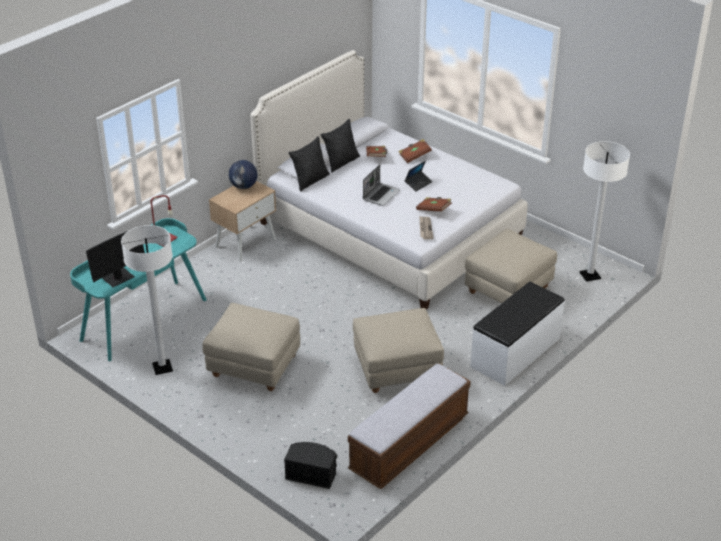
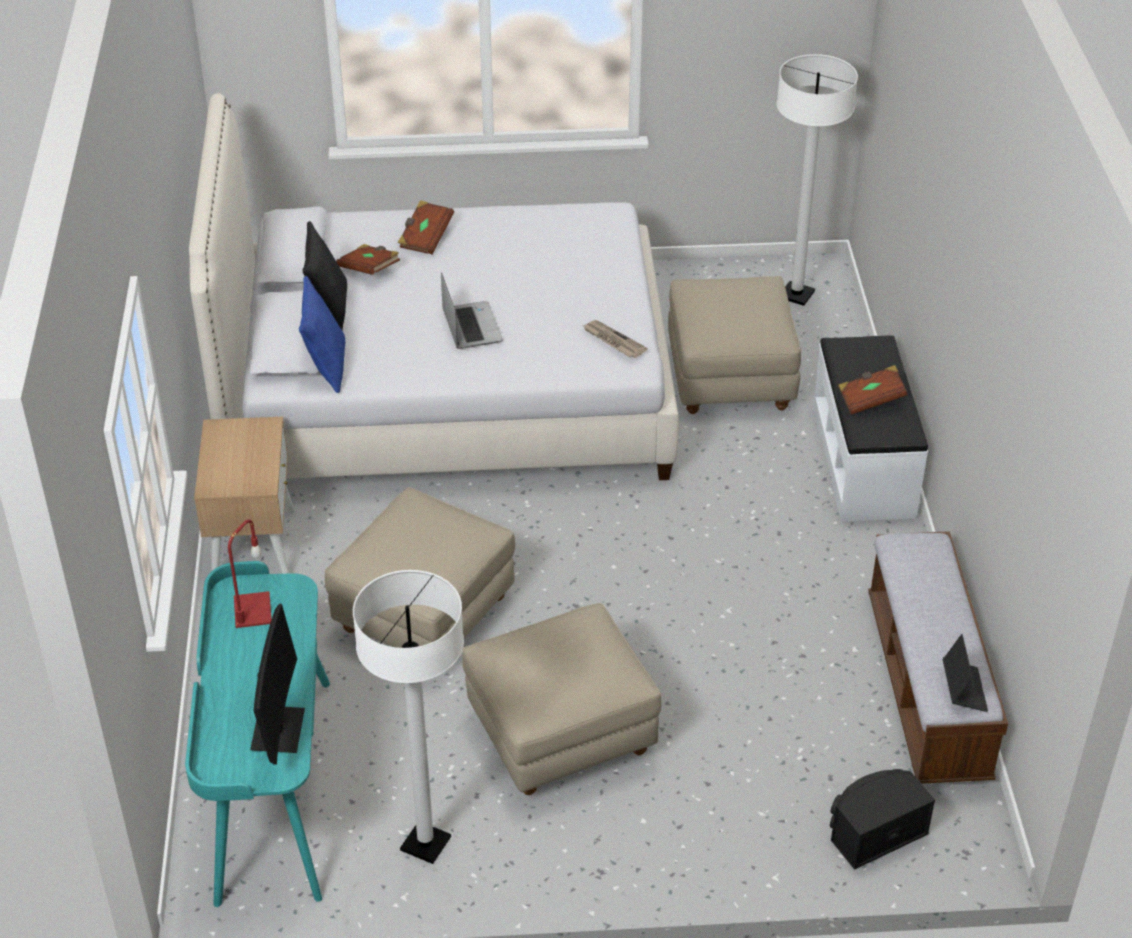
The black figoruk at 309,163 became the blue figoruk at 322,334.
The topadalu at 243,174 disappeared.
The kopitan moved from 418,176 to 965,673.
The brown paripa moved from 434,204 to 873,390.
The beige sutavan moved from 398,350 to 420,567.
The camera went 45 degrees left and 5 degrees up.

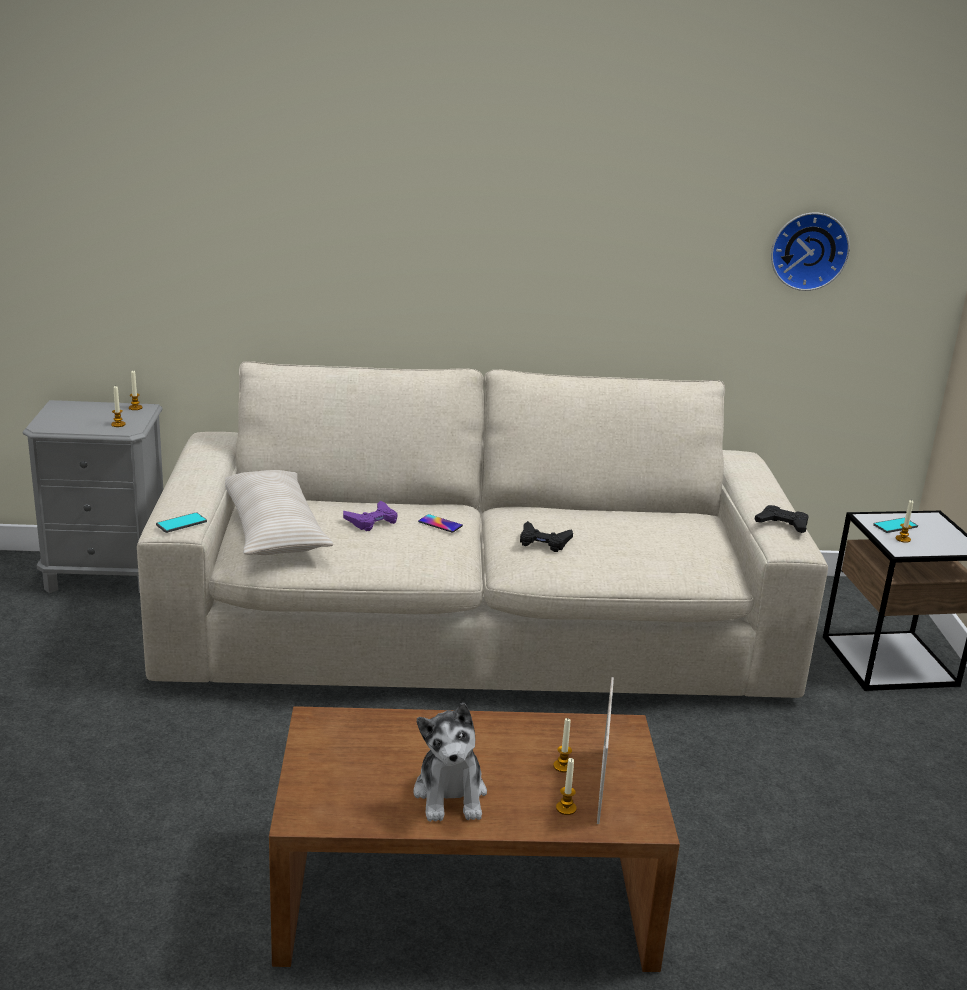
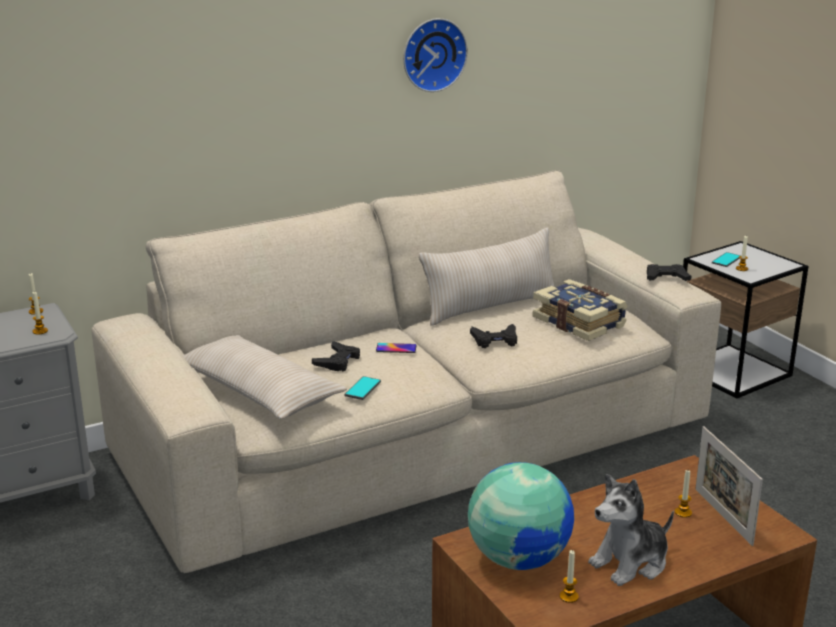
The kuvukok moved from 810,251 to 435,55.
The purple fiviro at 370,516 became the black fiviro at 336,356.
The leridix moved from 181,522 to 363,388.
The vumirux at 450,762 turned 90 degrees clockwise.
The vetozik moved from 566,786 to 569,576.
The beige figoruk at 487,277 appeared.
The paripa at 580,310 appeared.
The topadalu at 521,516 appeared.
The camera went 25 degrees left and 0 degrees up.

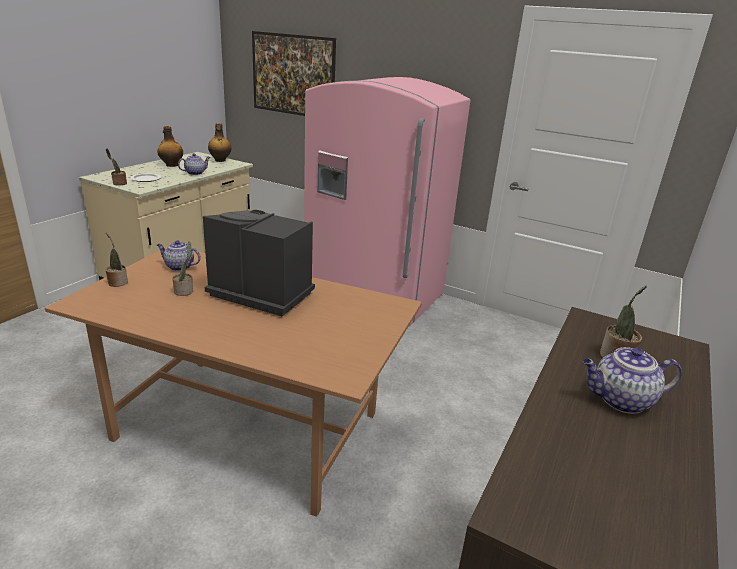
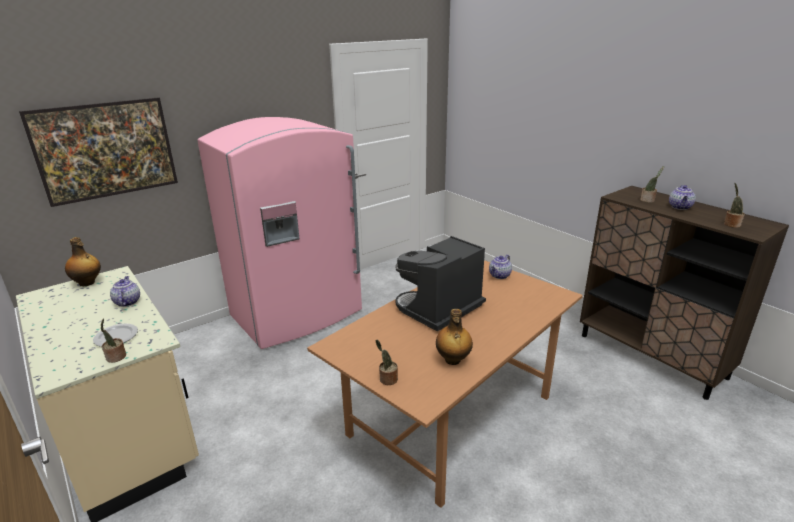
The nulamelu moved from 170,146 to 454,337.
The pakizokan moved from 179,255 to 500,267.
The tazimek moved from 182,268 to 734,205.
The camera went 65 degrees left and 0 degrees up.

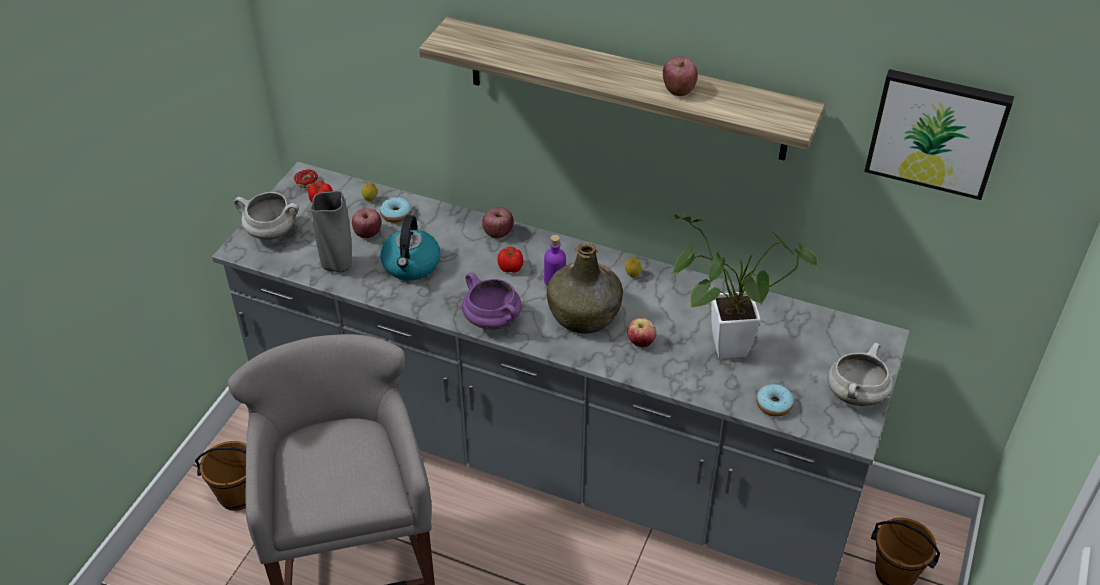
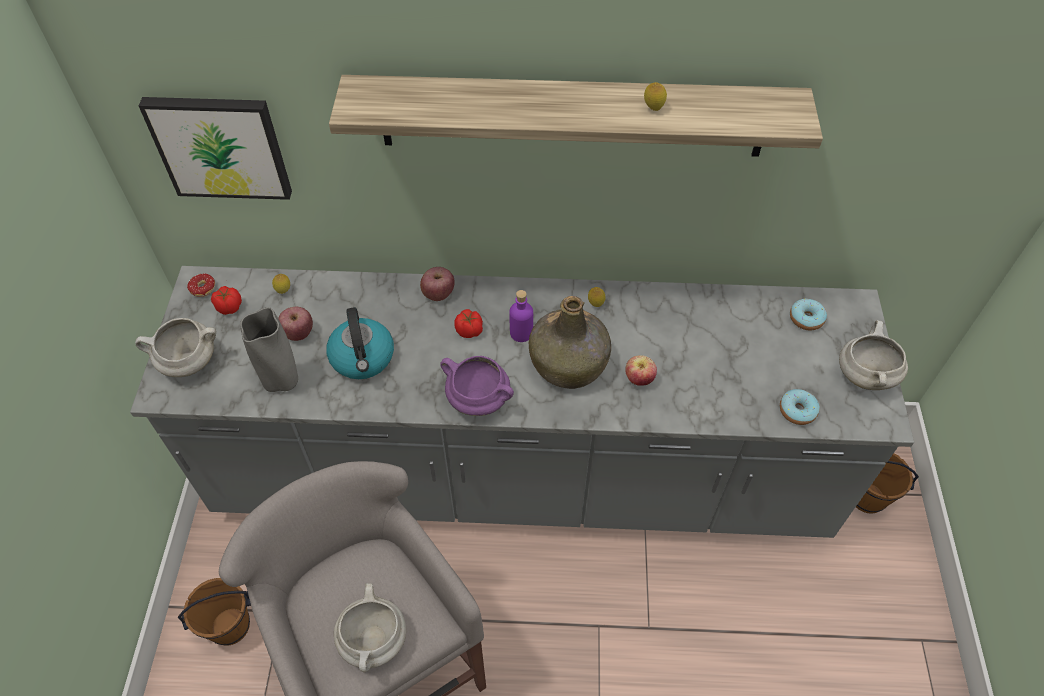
The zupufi at 680,76 was replaced by the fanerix at 655,96.
The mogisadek moved from 939,134 to 215,148.
The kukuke moved from 396,210 to 808,314.
The tazimek at 744,286 disappeared.
The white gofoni at 370,627 appeared.
The camera went 20 degrees left and 10 degrees up.

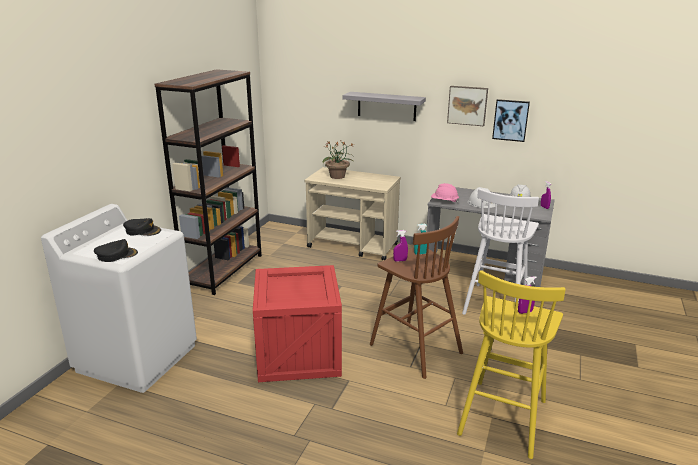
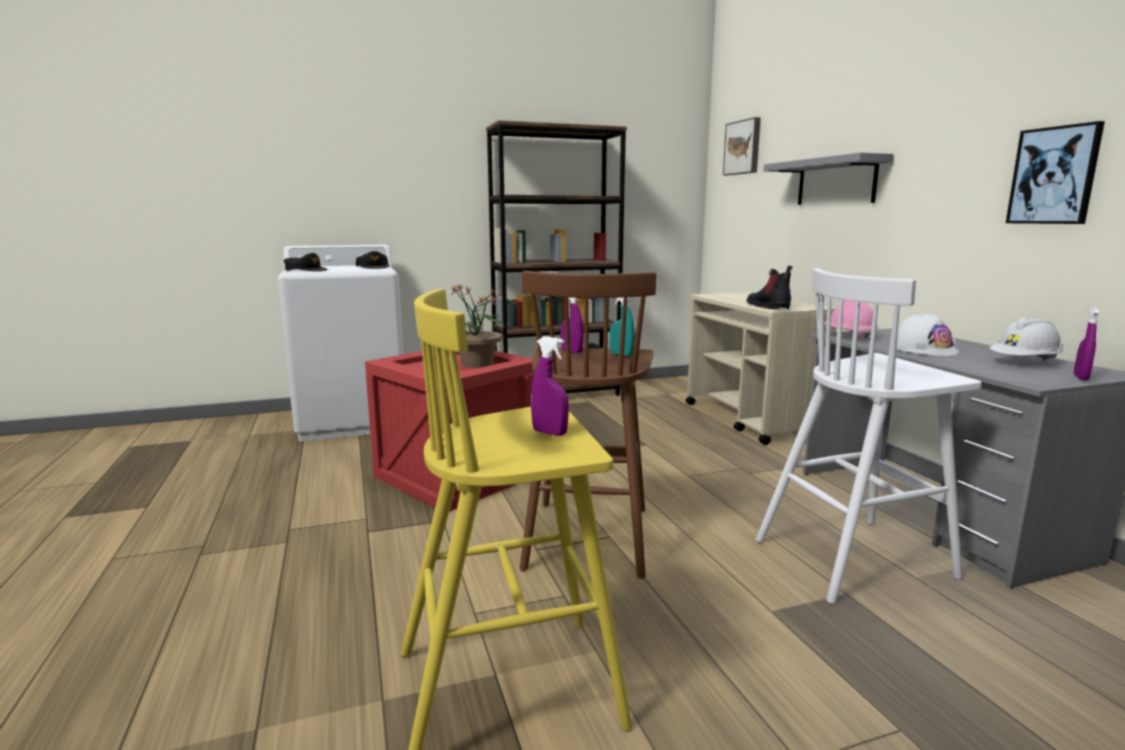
The mogisadek moved from 467,106 to 742,146.
The tazimek moved from 338,159 to 477,326.
The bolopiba at 769,287 appeared.
The camera went 50 degrees right and 10 degrees down.

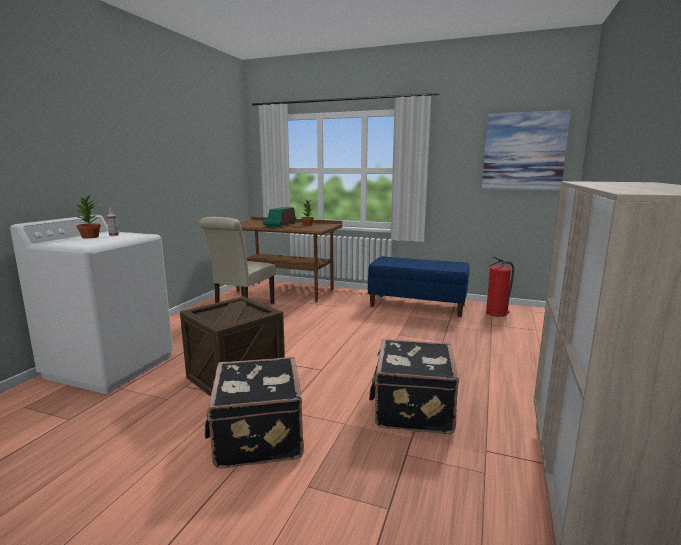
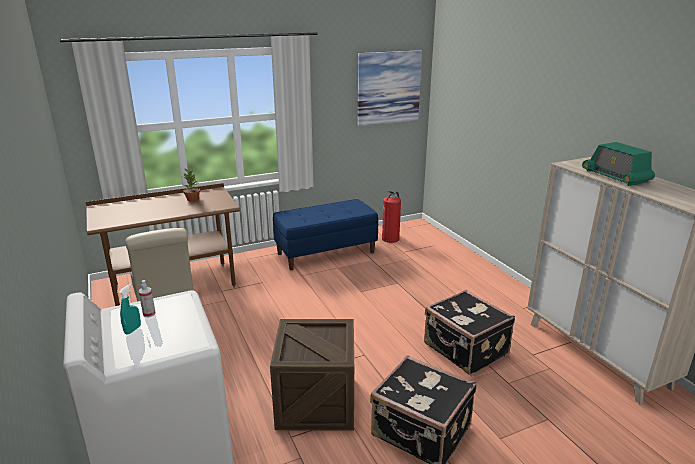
The tazimek at 88,216 was replaced by the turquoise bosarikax at 130,309.
The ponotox moved from 280,217 to 618,164.
The camera went 45 degrees left and 10 degrees up.

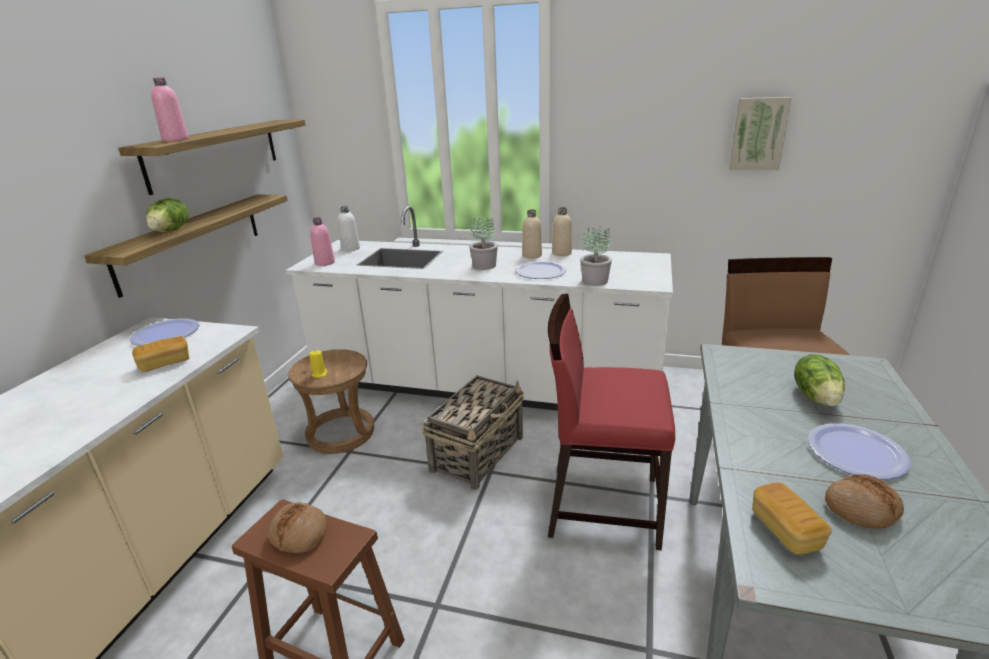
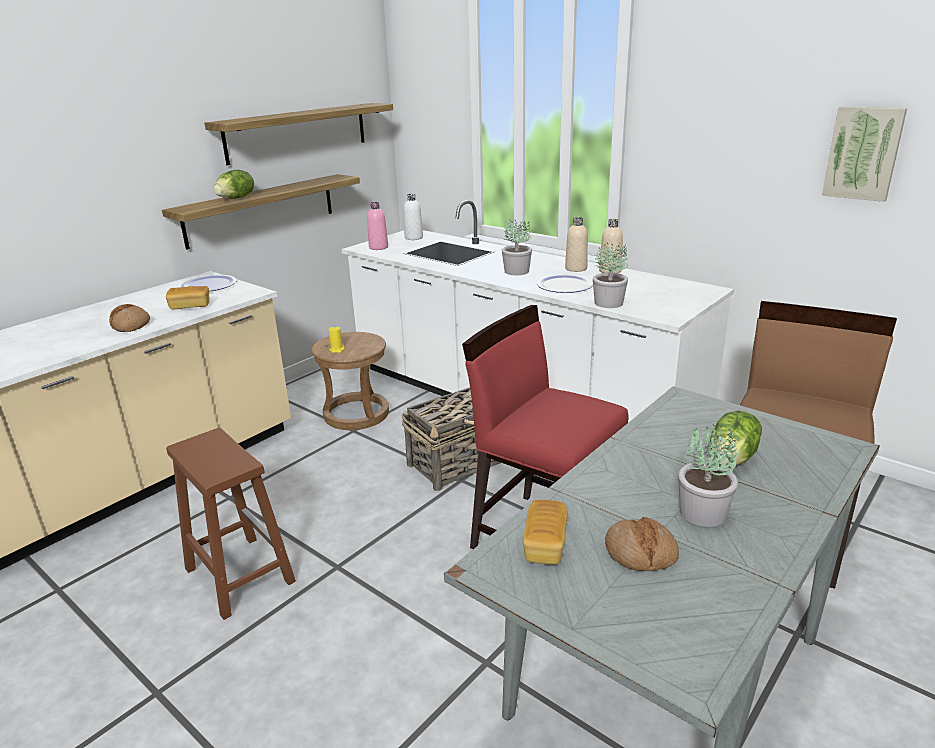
The pink nulamelu at 170,109 disappeared.
The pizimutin at 859,451 was replaced by the tazimek at 708,475.
The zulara moved from 297,527 to 129,318.
The camera went 25 degrees right and 0 degrees up.

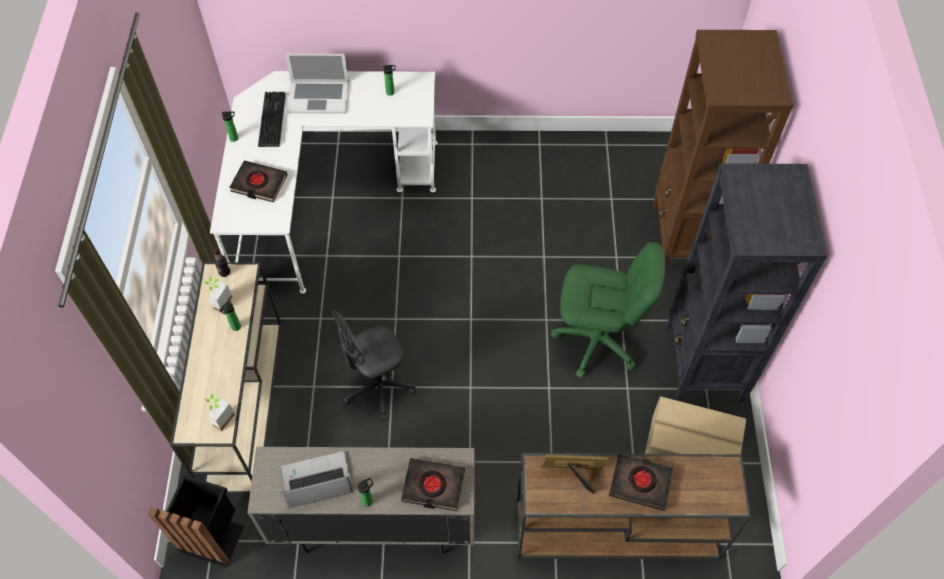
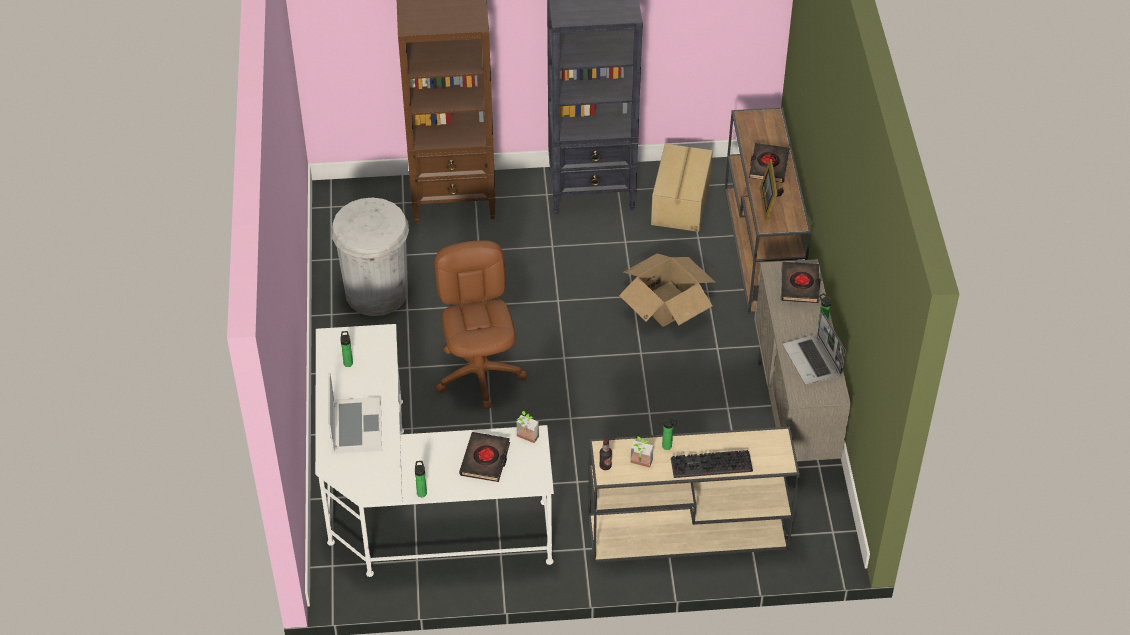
The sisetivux moved from 272,119 to 712,464.
The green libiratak at 608,310 disappeared.
The grey libiratak at 374,366 disappeared.
The tazimek moved from 220,412 to 527,427.
The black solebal at 195,521 disappeared.
The white solebal at 370,257 appeared.
The brown libiratak at 480,324 appeared.
The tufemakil at 667,290 appeared.
The camera went 95 degrees left and 10 degrees down.

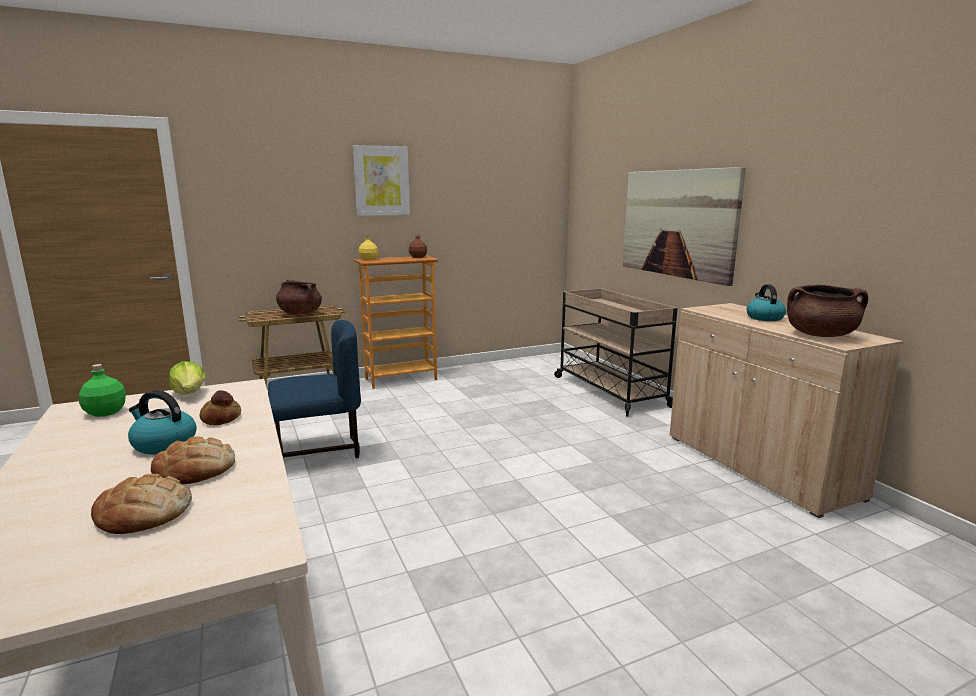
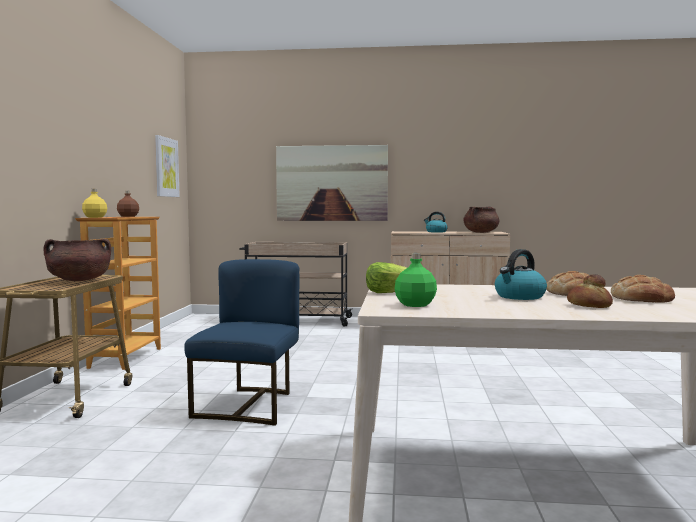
The mogisadek moved from 381,180 to 167,166.
The zulara moved from 220,407 to 590,291.
The camera went 60 degrees left and 10 degrees down.

